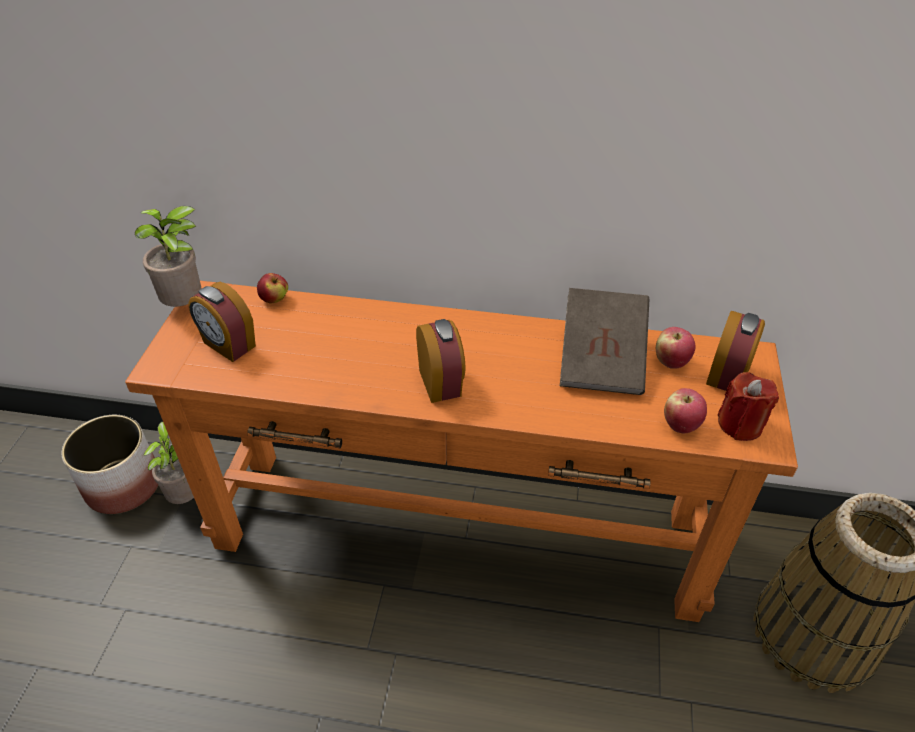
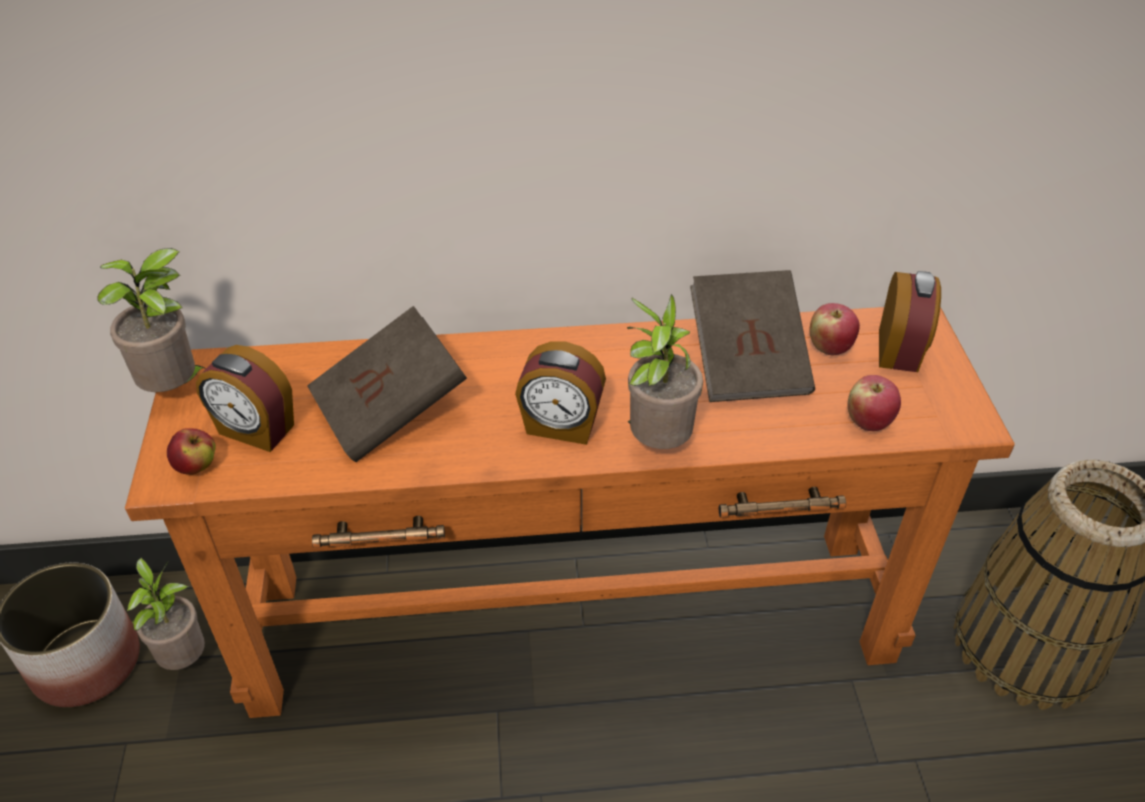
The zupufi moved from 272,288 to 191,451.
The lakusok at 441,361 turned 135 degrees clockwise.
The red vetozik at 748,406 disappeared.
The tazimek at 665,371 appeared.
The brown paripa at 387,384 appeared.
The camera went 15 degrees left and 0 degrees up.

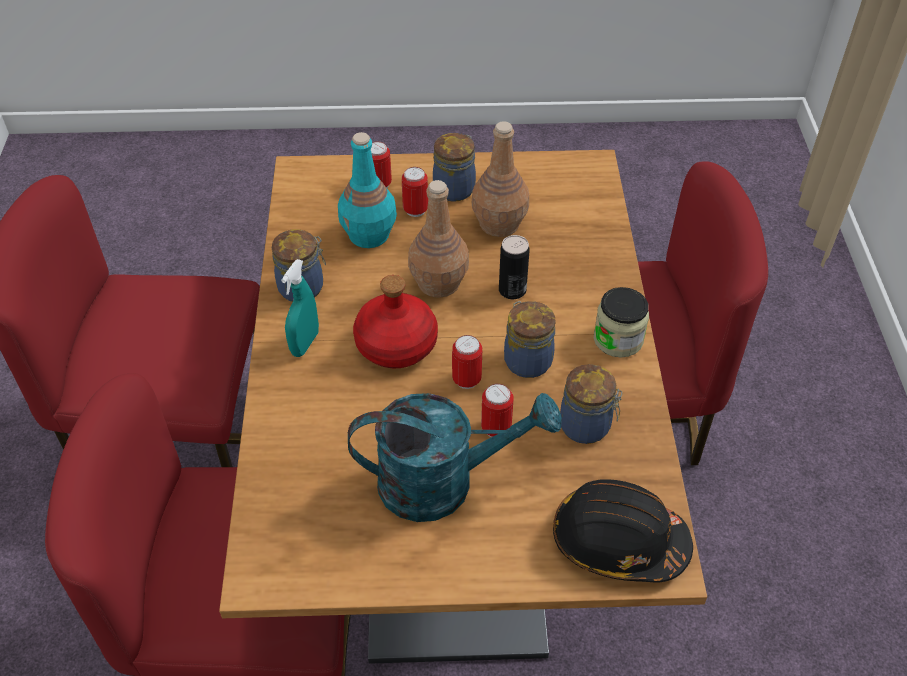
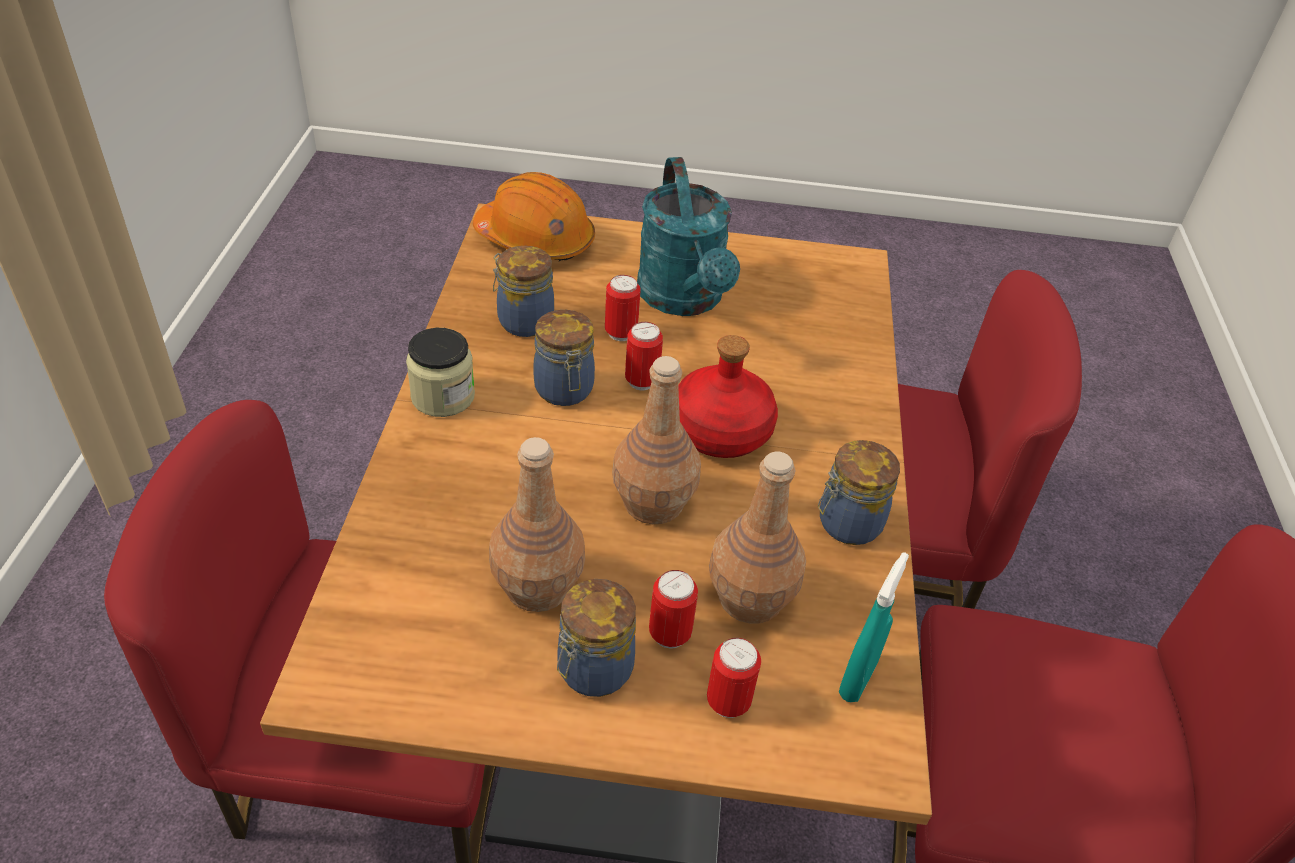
The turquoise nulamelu at 367,190 became the brown nulamelu at 757,537.
The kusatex at 514,267 disappeared.
The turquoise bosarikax moved from 300,308 to 874,627.
The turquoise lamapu at 455,457 turned 105 degrees counterclockwise.
The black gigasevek at 623,530 became the orange gigasevek at 534,216.
The camera went 175 degrees left and 5 degrees down.

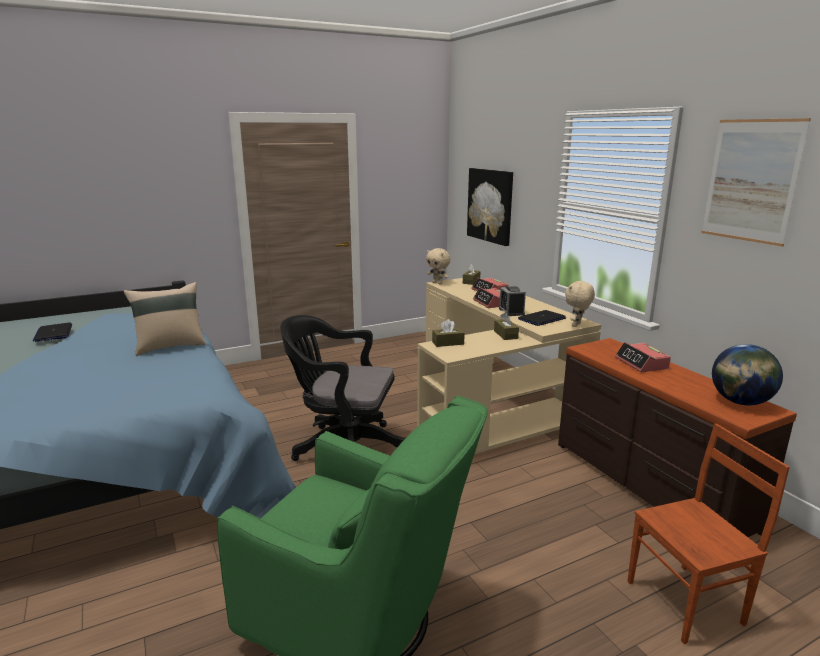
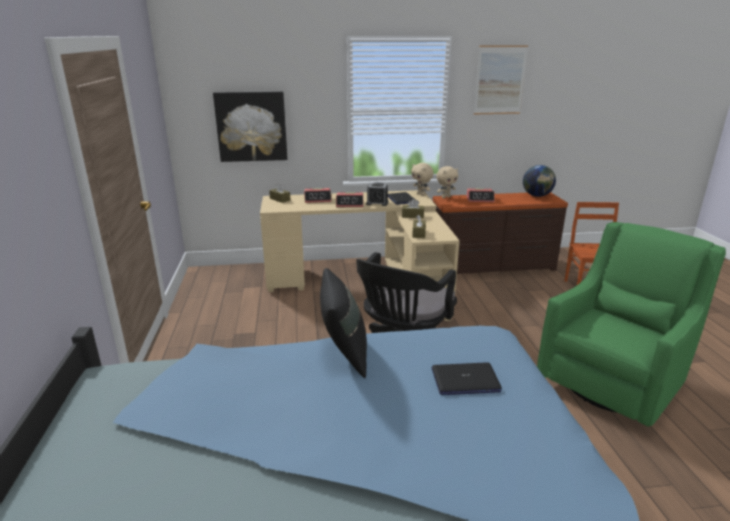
The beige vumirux moved from 438,266 to 447,182.
The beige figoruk at 165,319 became the black figoruk at 343,323.
The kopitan moved from 52,332 to 467,378.
The camera went 70 degrees left and 5 degrees up.

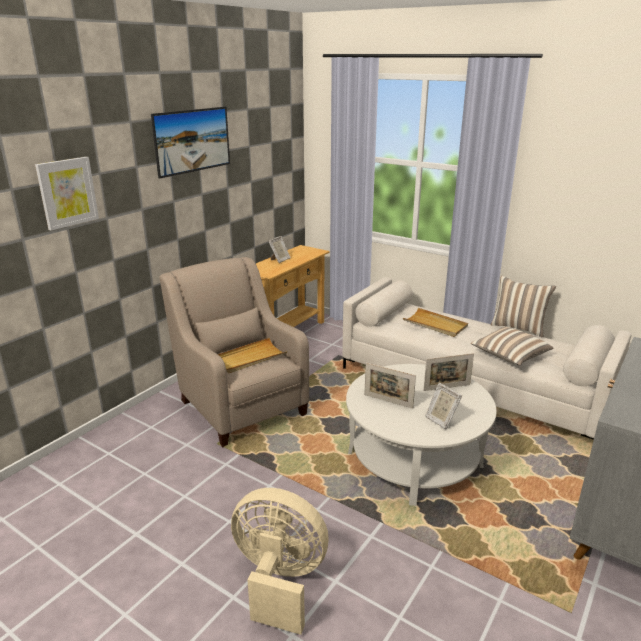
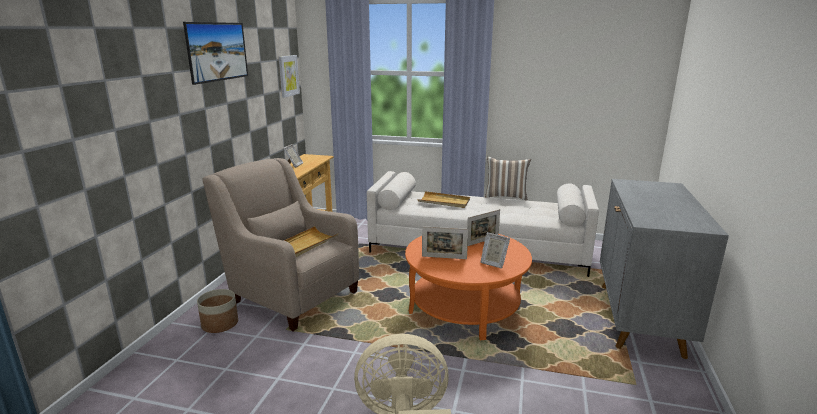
The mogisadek moved from 67,194 to 289,76.
The figoruk at 512,346 disappeared.
The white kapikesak at 421,435 became the orange kapikesak at 468,287.
The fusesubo at 217,311 appeared.
The camera went 20 degrees left and 5 degrees down.

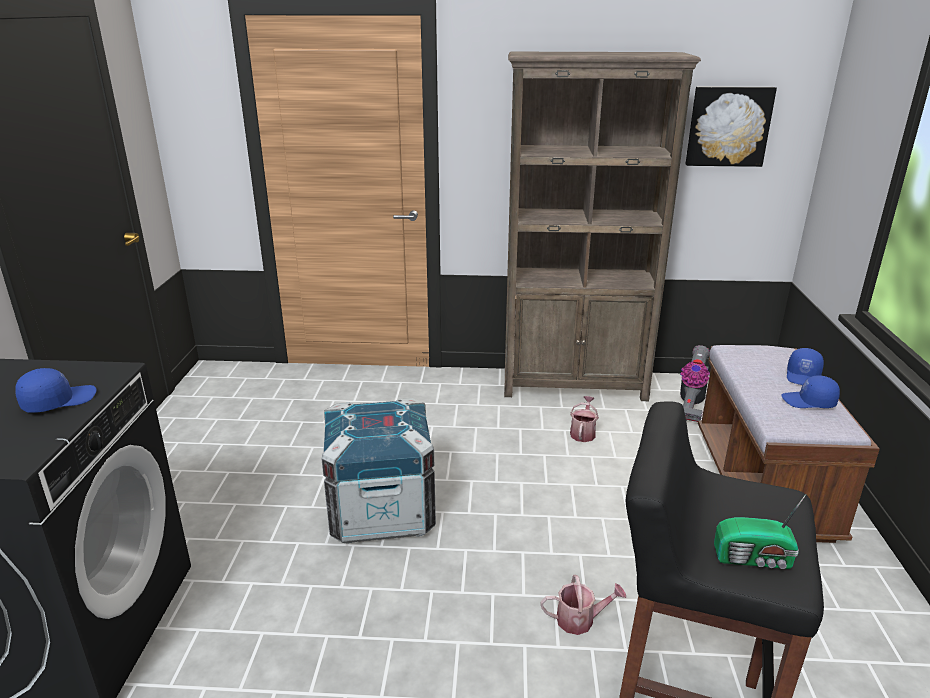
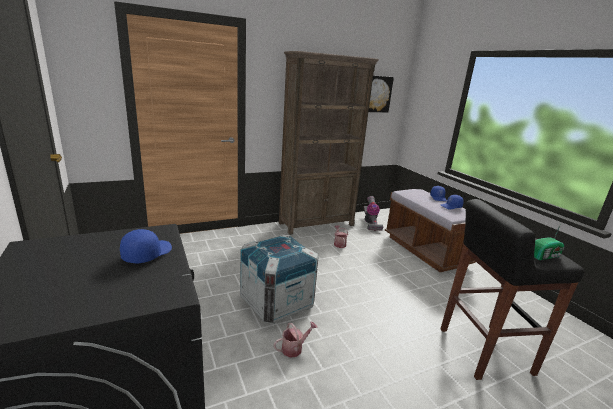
The lamapu moved from 583,605 to 296,339.
The camera went 30 degrees left and 5 degrees down.

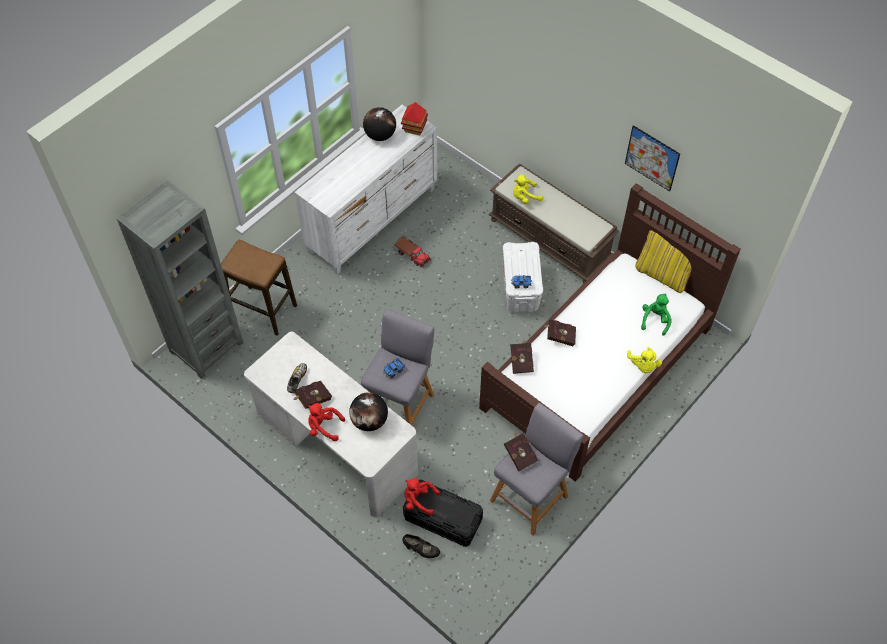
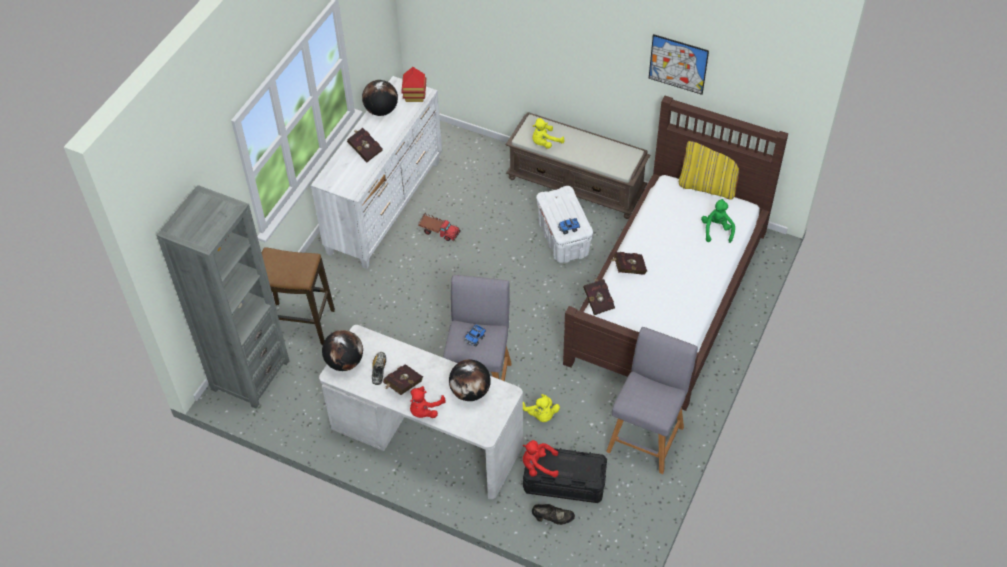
The yellow vumirux moved from 644,360 to 541,408.
The red vumirux at 326,422 turned 60 degrees counterclockwise.
The red paripa moved from 521,451 to 365,145.
The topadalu at 342,350 appeared.
The camera went 15 degrees left and 5 degrees down.

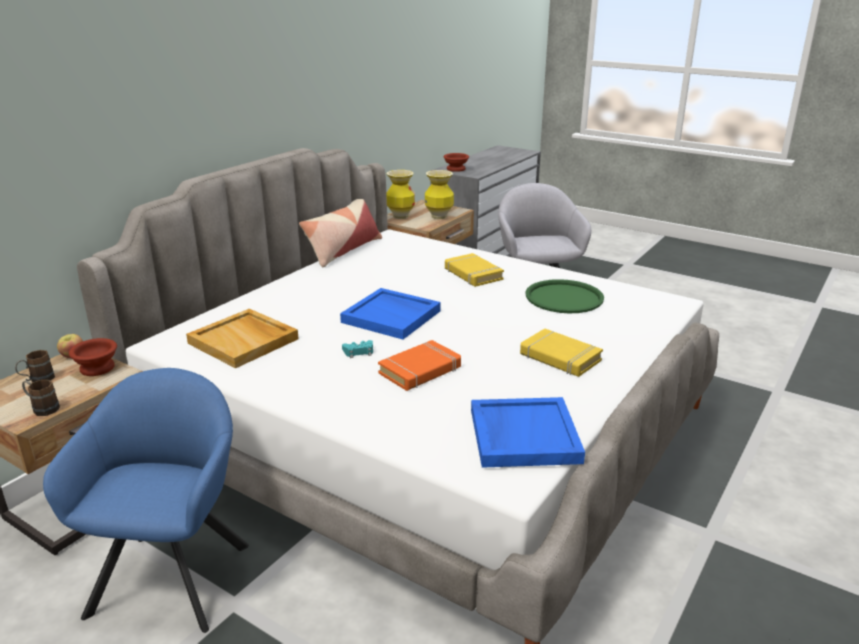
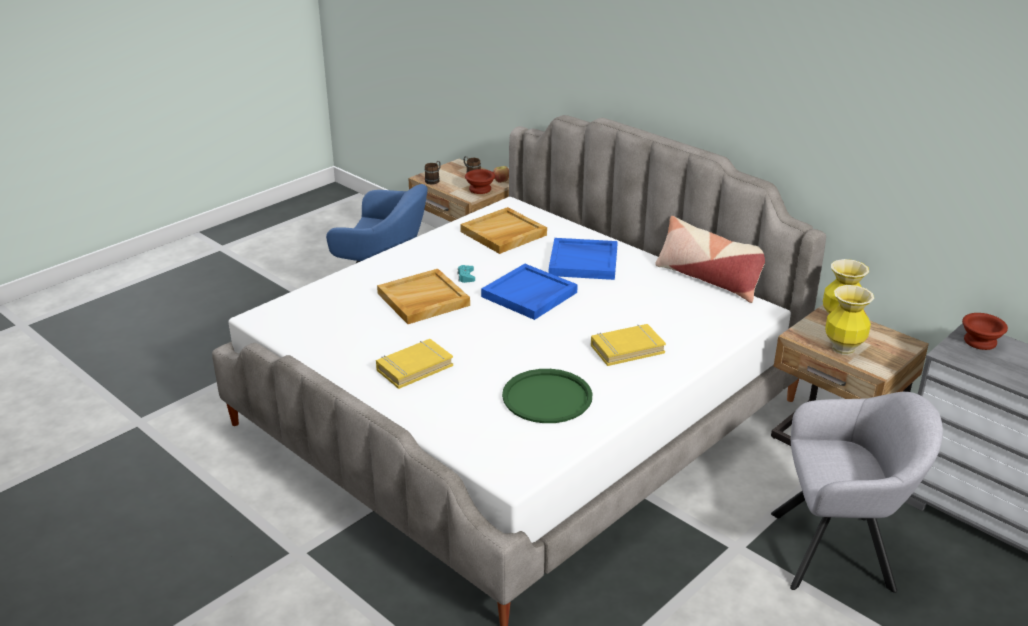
The orange paripa at 419,365 was replaced by the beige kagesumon at 423,296.
The blue kagesumon moved from 528,432 to 583,259.
The camera went 100 degrees right and 5 degrees up.

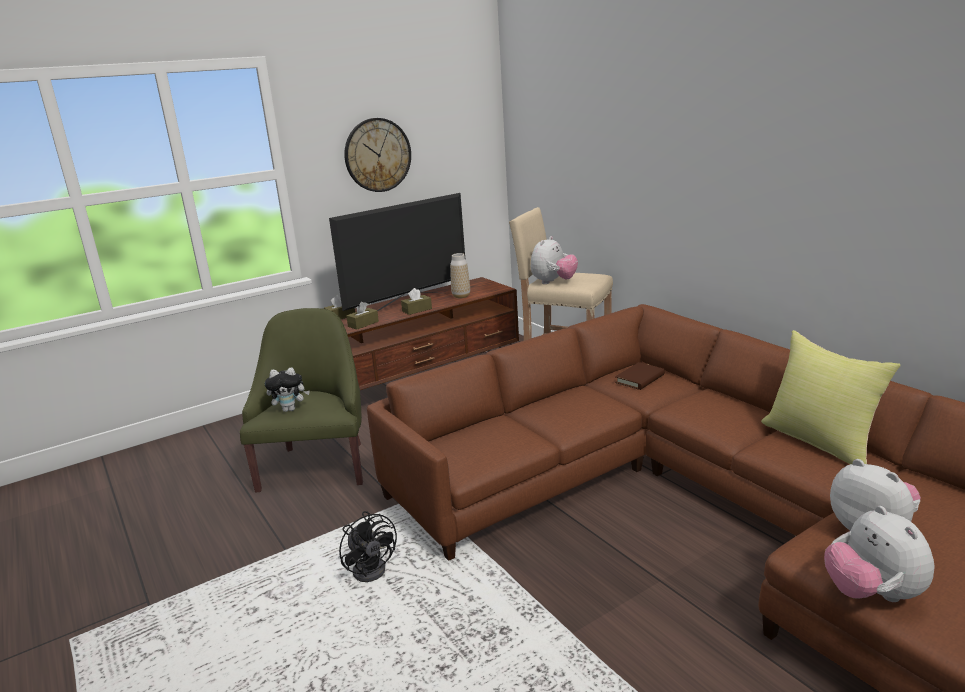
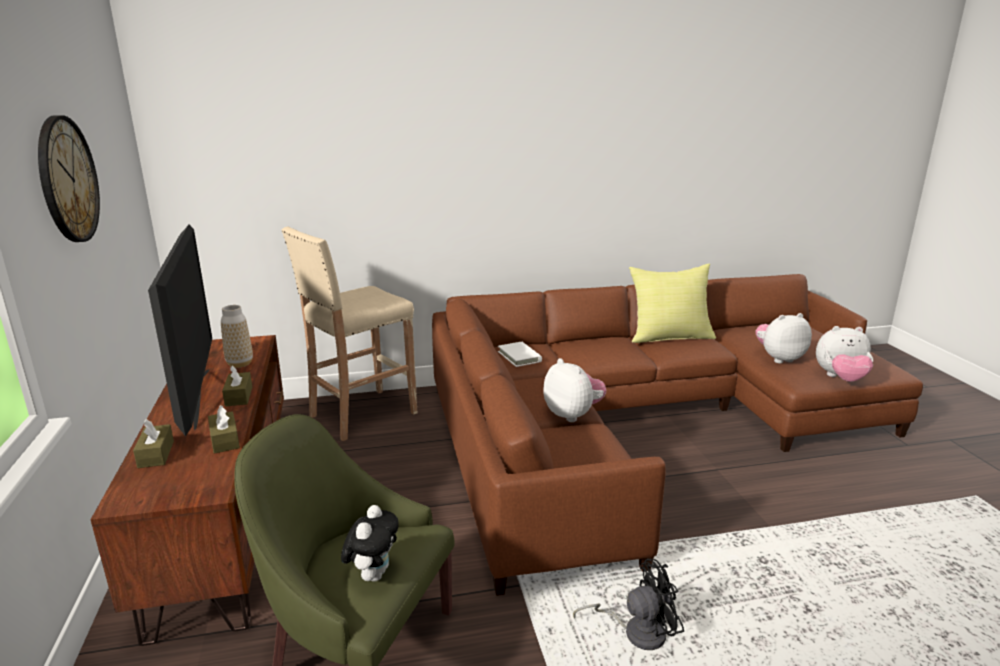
The vumirux moved from 554,260 to 575,390.
The brown paripa at 640,376 became the white paripa at 520,354.
The camera went 70 degrees left and 0 degrees up.

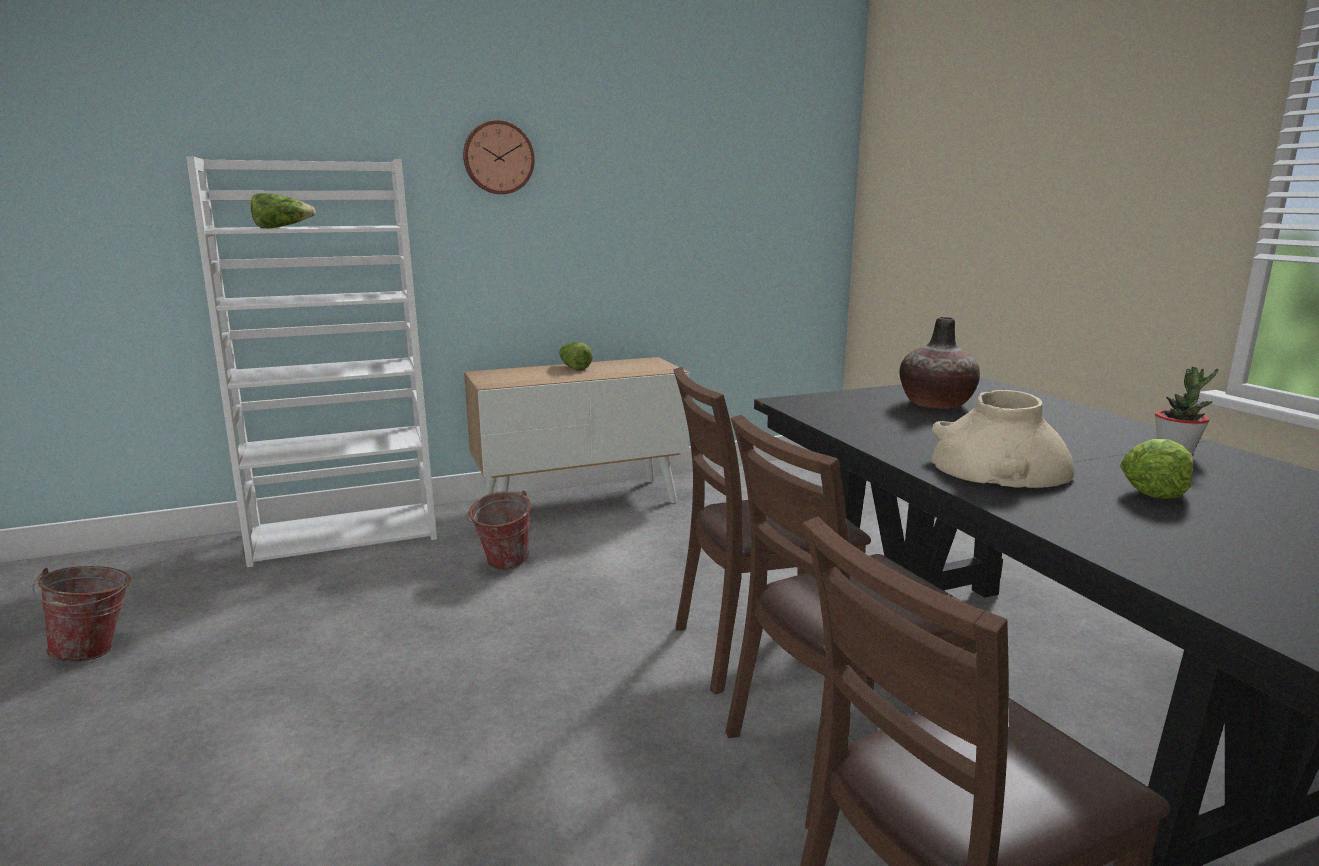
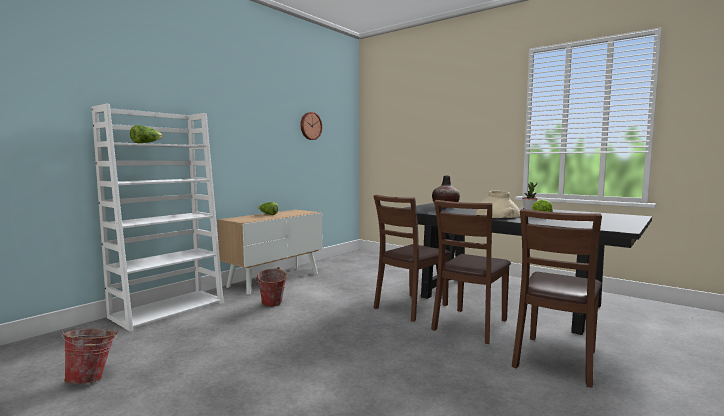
The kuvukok moved from 499,157 to 311,126.
The camera went 30 degrees left and 10 degrees down.

